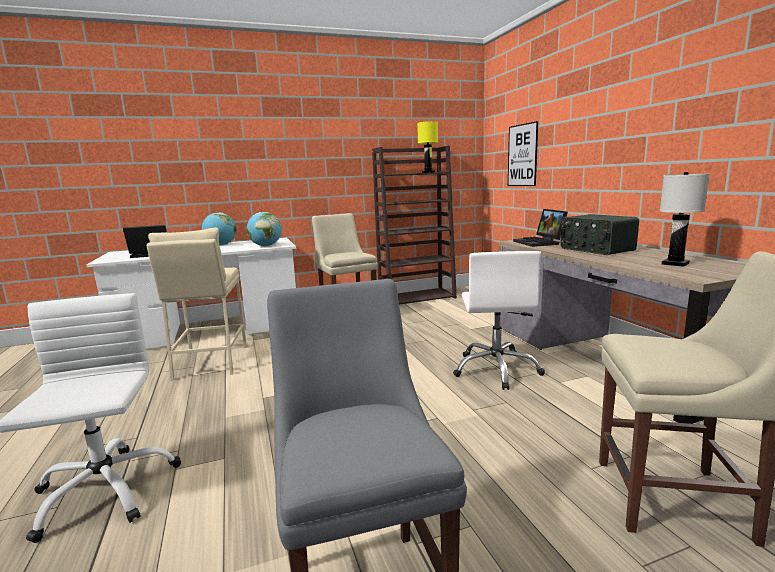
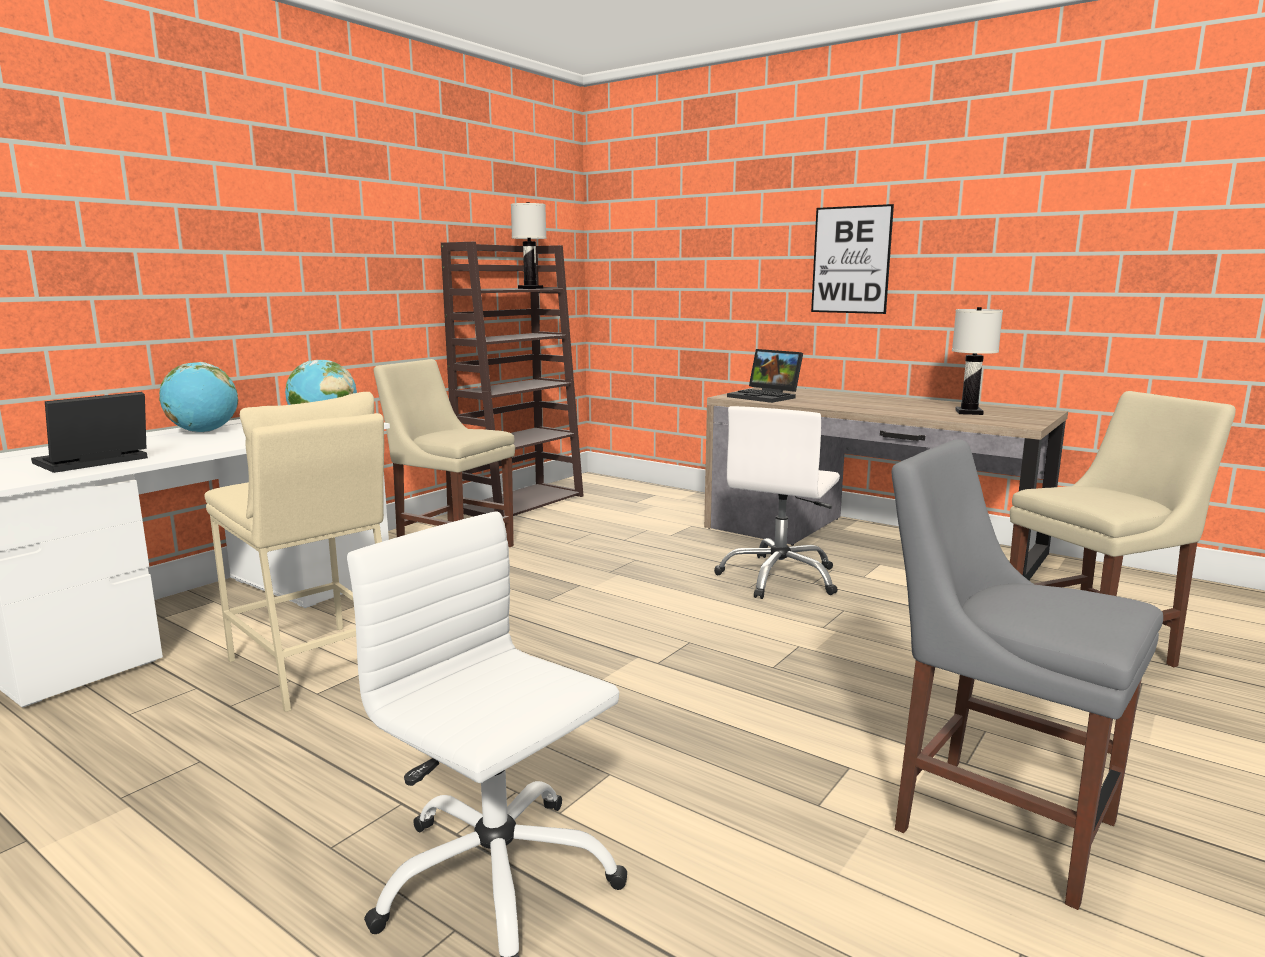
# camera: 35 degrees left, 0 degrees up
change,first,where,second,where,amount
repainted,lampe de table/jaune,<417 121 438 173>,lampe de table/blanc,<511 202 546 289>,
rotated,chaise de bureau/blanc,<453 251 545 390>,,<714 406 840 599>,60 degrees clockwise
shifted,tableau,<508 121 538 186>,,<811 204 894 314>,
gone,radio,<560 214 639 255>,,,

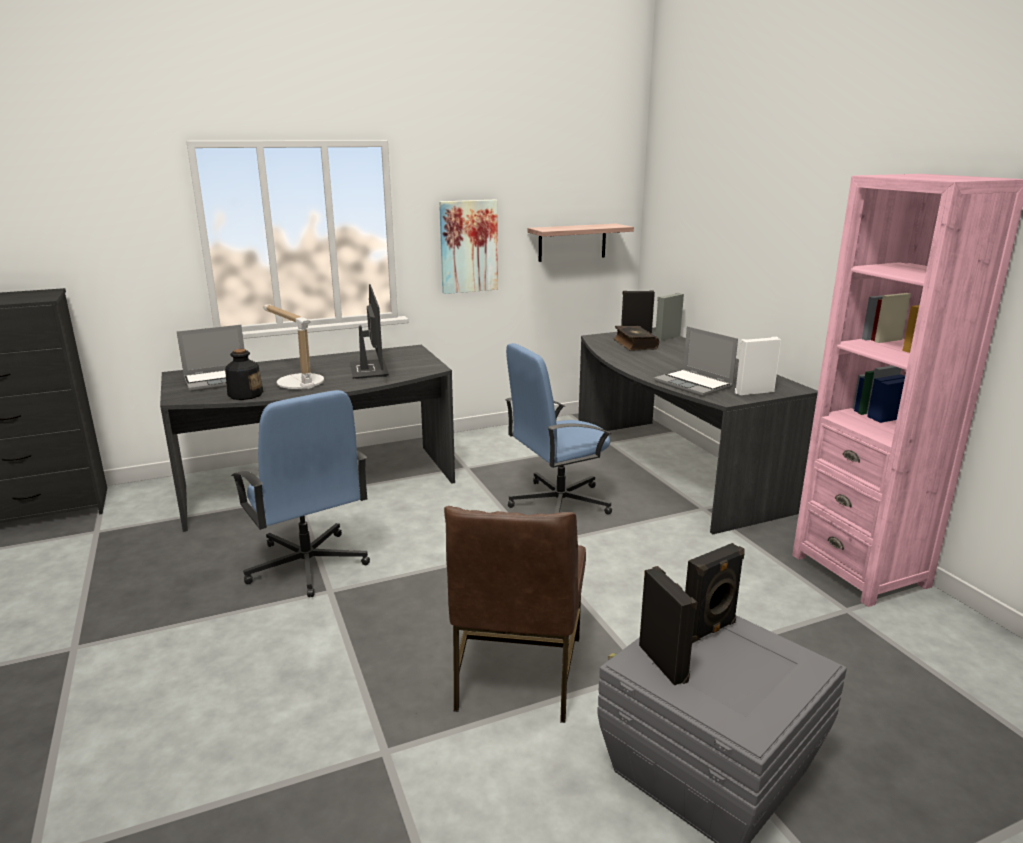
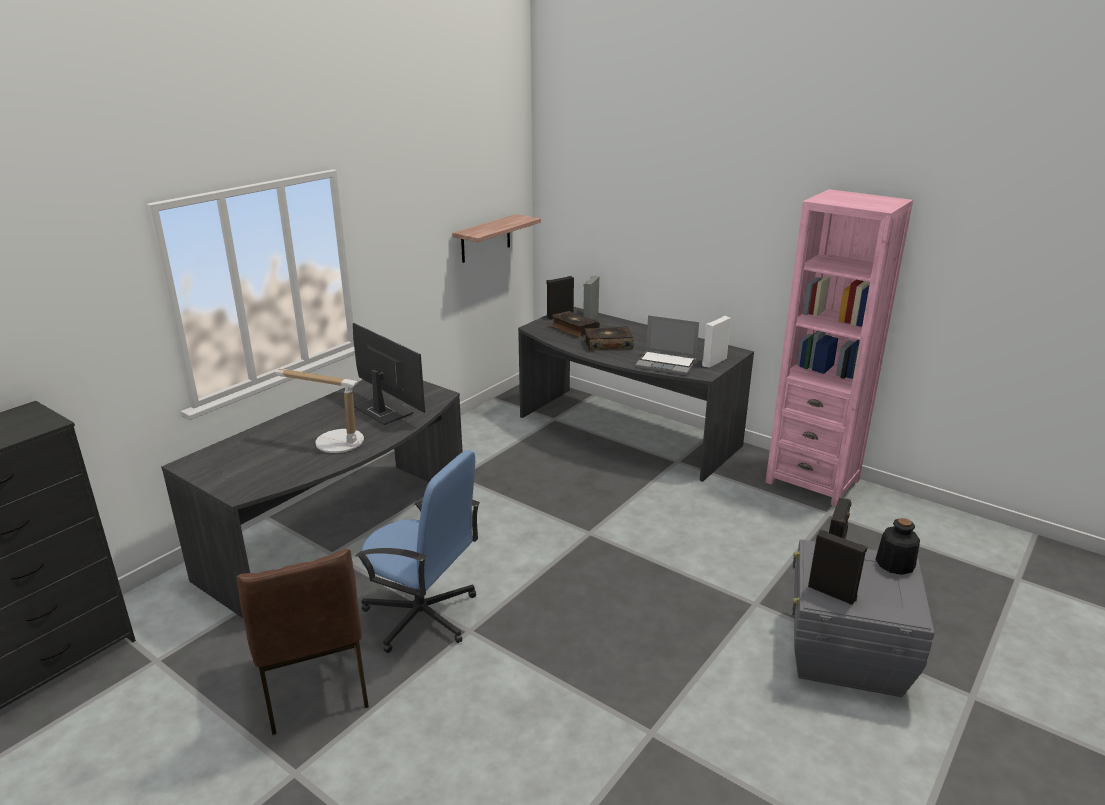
# camera: 30 degrees left, 5 degrees up
change,first,where,second,where,amount
gone,ordinateur portable,<177 325 244 392>,,,
shifted,bouteille,<225 349 263 400>,,<876 518 920 575>,
gone,tableau,<439 200 498 294>,,,
shifted,chaise/marron,<444 506 586 723>,,<237 549 369 735>,
gone,chaise de bureau/bleu,<505 343 612 515>,,,
new,,,livre,<584 326 634 350>,

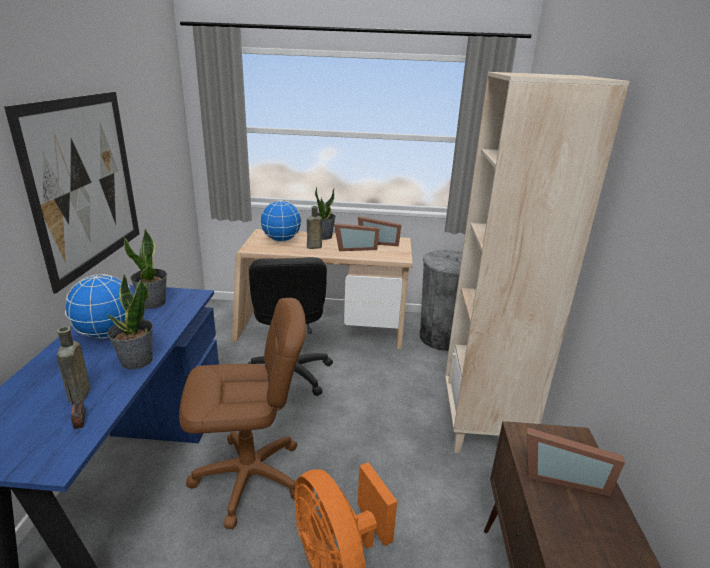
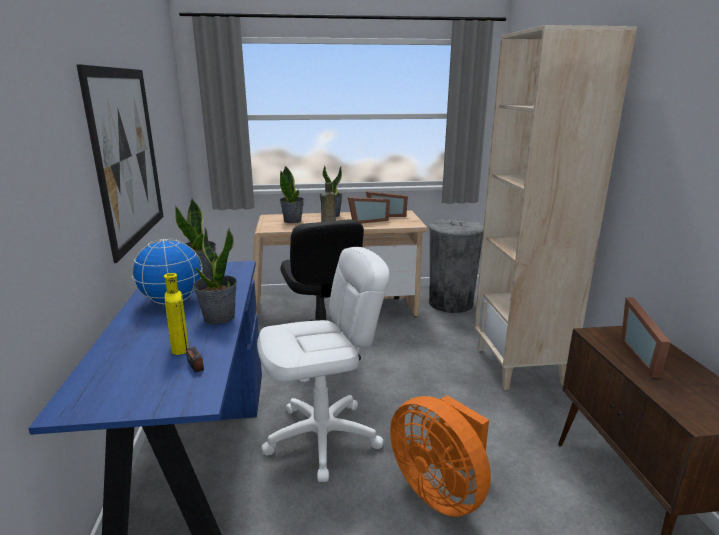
# camera: 10 degrees left, 5 degrees down
change,first,where,second,where,amount
repainted,bouteille/marron,<57 327 90 403>,bouteille/jaune,<164 273 188 355>,
repainted,chaise de bureau/marron,<179 298 306 529>,chaise de bureau/blanc,<257 247 390 482>,
swapped,globe,<260 200 302 242>,plante en pot,<280 166 304 223>,
rotated,cadre photo,<527 427 625 496>,,<621 297 671 378>,90 degrees clockwise

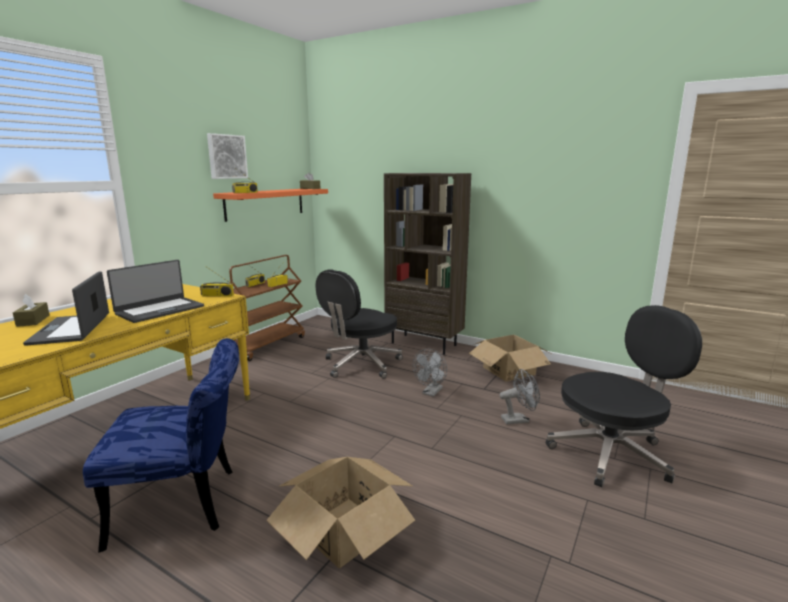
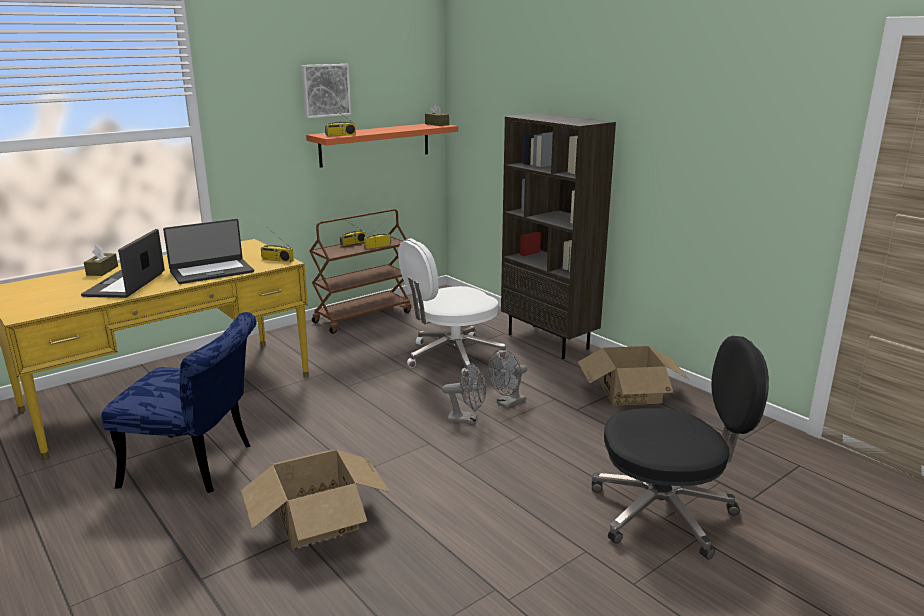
# camera: 20 degrees right, 5 degrees up
change,first,where,second,where,amount
repainted,chaise de bureau/noir,<315 269 403 379>,chaise de bureau/blanc,<398 238 506 377>,
shifted,ventilateur/gris,<499 369 540 424>,,<442 362 486 424>,

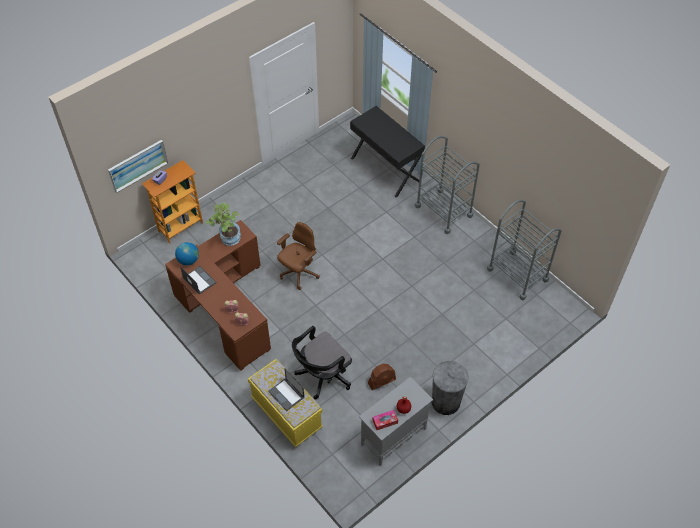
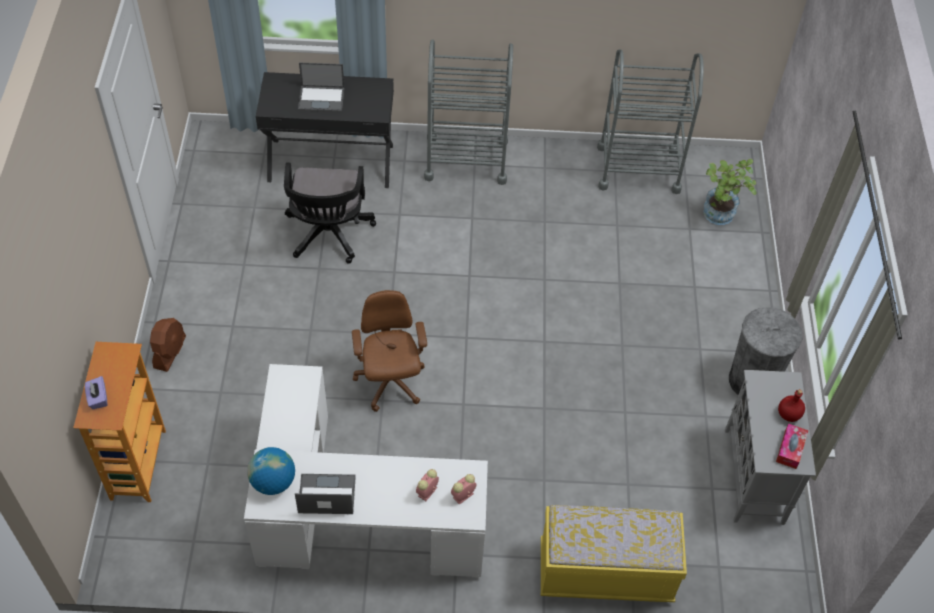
# camera: 50 degrees left, 0 degrees up
change,first,where,second,where,amount
gone,tableau,<108 140 168 193>,,,
repainted,bureau/marron,<165 220 271 370>,bureau/blanc,<244 364 488 578>,
shifted,plante en pot,<206 202 241 246>,,<703 159 757 225>,
shifted,ordinateur portable,<268 368 304 411>,,<298 63 345 112>,
shifted,chaise de bureau/noir,<292 326 352 399>,,<284 162 376 264>,
shifted,ventilateur/marron,<368 364 396 390>,,<150 318 186 372>,

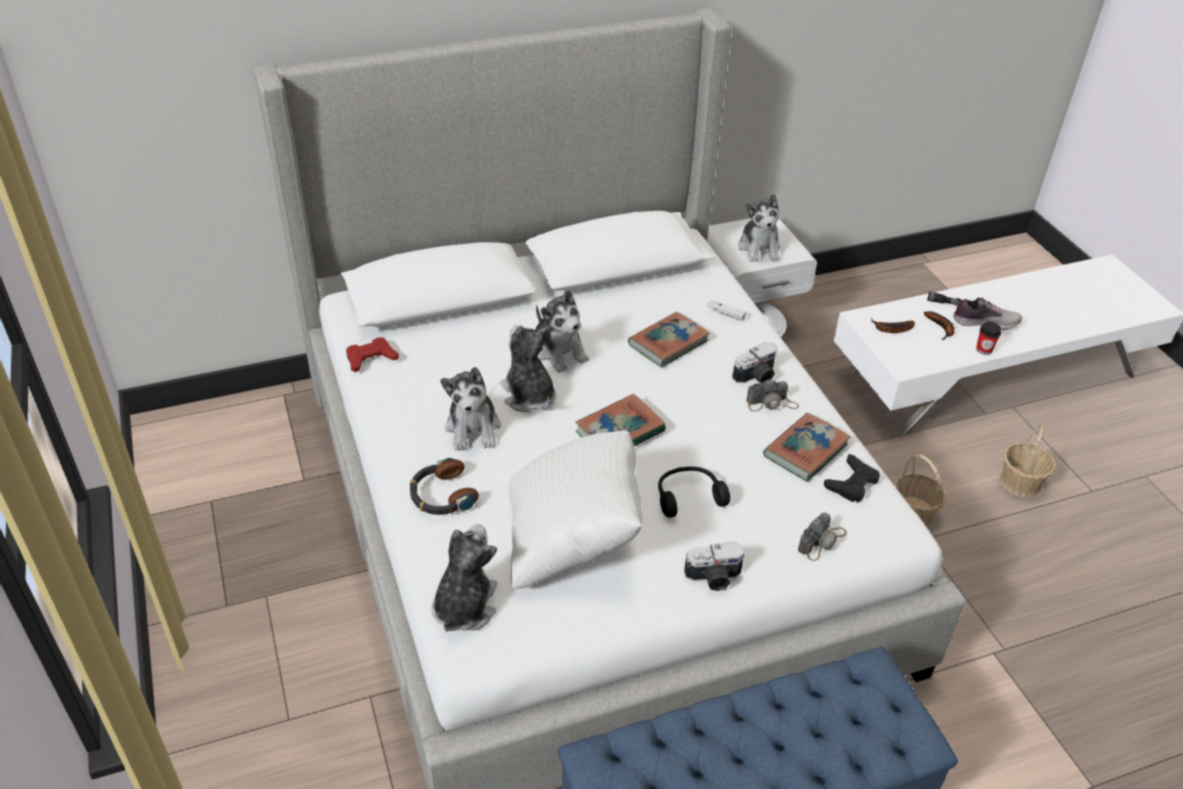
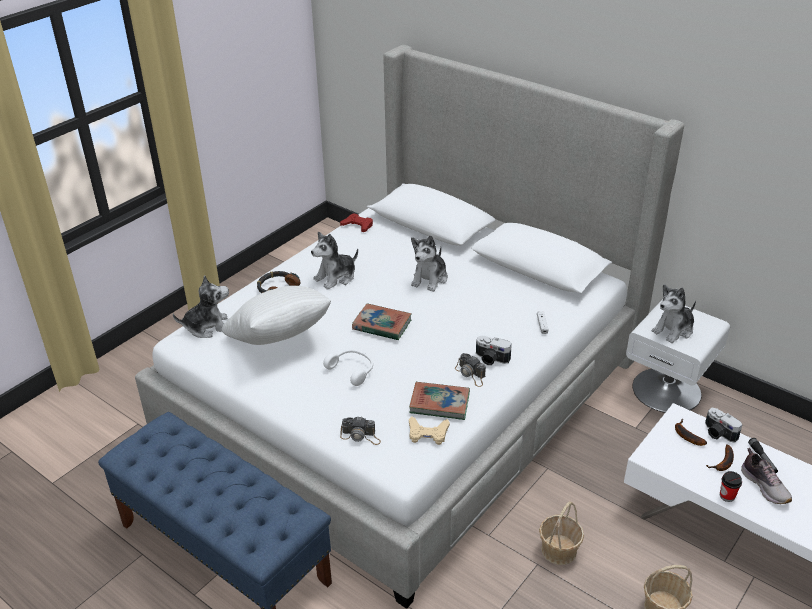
# camera: 60 degrees right, 5 degrees down
change,first,where,second,where,amount
gone,peluche,<500 325 556 412>,,,
gone,livre,<628 312 710 368>,,,
repainted,casque audio/noir,<658 467 730 518>,casque audio/blanc,<323 350 373 386>,
shifted,appareil photo,<684 542 745 591>,,<705 408 742 443>,
repainted,manette/noir,<824 454 880 503>,manette/beige,<409 416 450 445>,

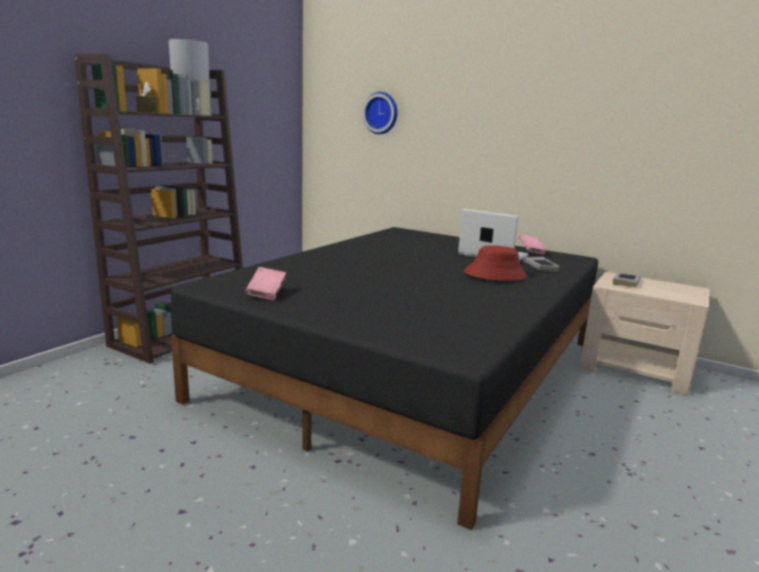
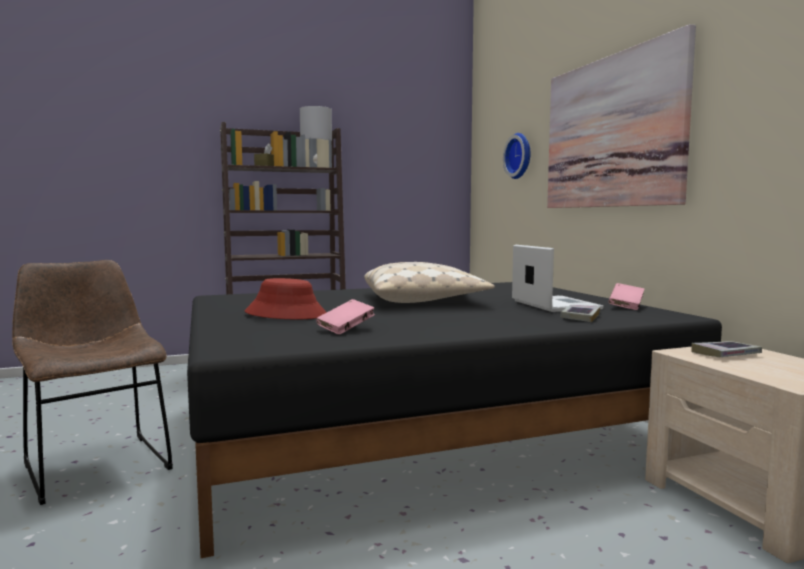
# camera: 40 degrees right, 10 degrees down
change,first,where,second,where,amount
shifted,livre/rose,<245 267 286 300>,,<316 299 375 335>,
shifted,chapeau/rouge,<464 245 528 281>,,<245 278 327 319>,
new,,,chaise/marron,<12 260 173 505>,
new,,,coussin/beige,<364 262 495 303>,
new,,,tableau,<547 24 696 208>,

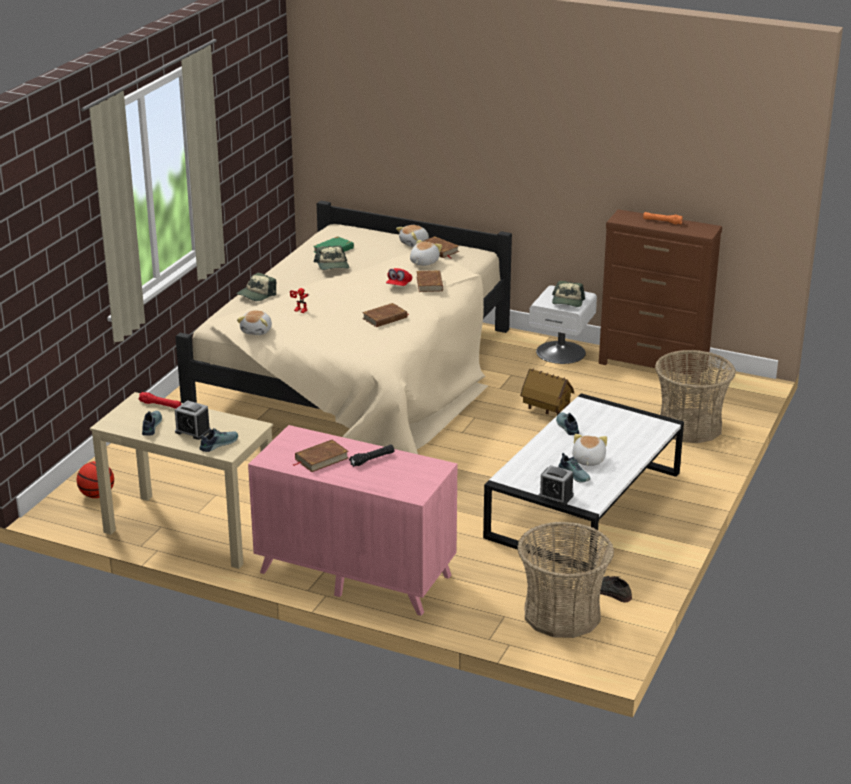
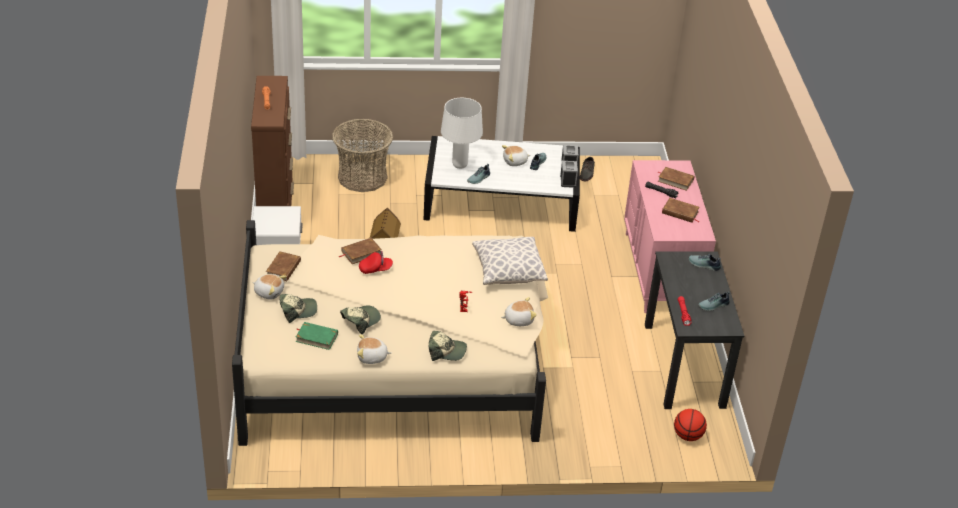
# camera: 120 degrees left, 10 degrees up
change,first,where,second,where,amount
repainted,bureau/beige,<90 392 273 569>,bureau/noir,<645 251 744 409>,
shifted,réveil,<175 400 211 440>,,<560 161 578 188>,
shifted,livre/marron,<362 303 409 327>,,<658 167 695 191>,
shifted,peluche,<410 240 442 266>,,<357 334 392 364>,
gone,panier,<517 522 614 638>,,,
shifted,casquette,<552 281 585 307>,,<280 294 317 323>,
new,,,lampe de table/blanc,<441 98 483 169>,
new,,,coussin,<472 237 548 285>,

